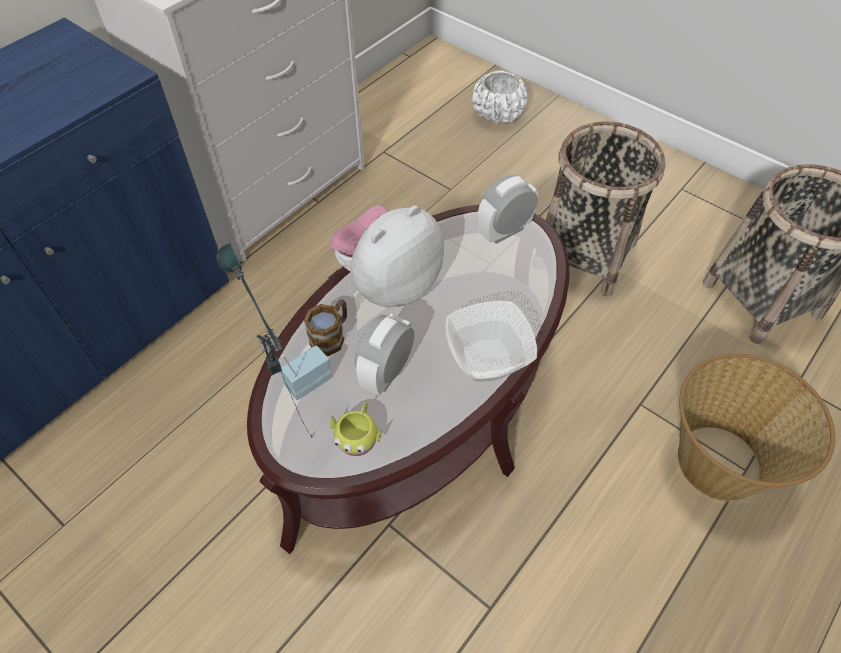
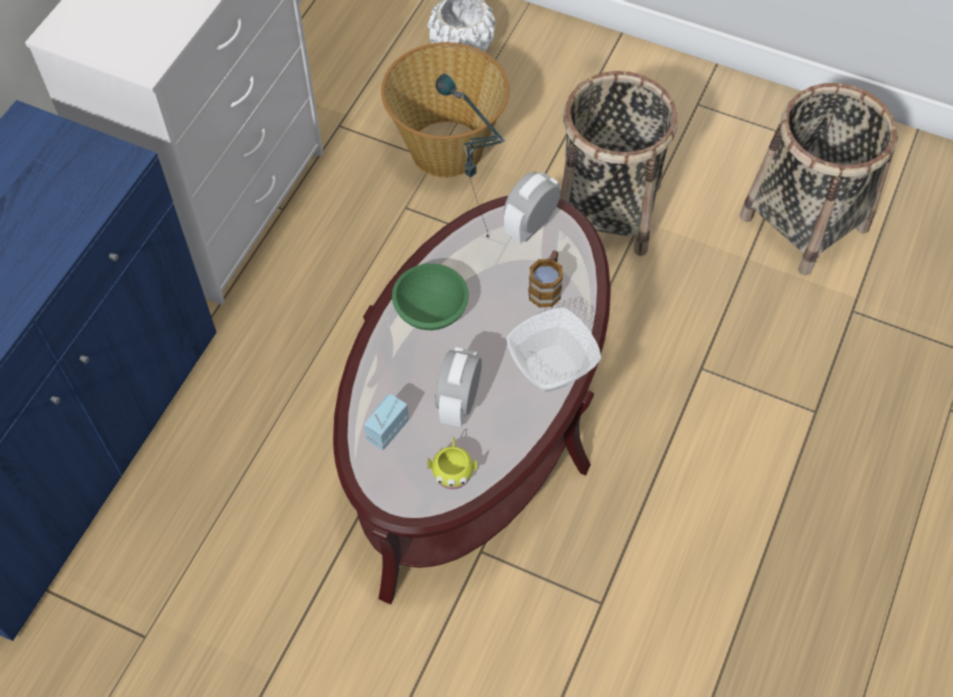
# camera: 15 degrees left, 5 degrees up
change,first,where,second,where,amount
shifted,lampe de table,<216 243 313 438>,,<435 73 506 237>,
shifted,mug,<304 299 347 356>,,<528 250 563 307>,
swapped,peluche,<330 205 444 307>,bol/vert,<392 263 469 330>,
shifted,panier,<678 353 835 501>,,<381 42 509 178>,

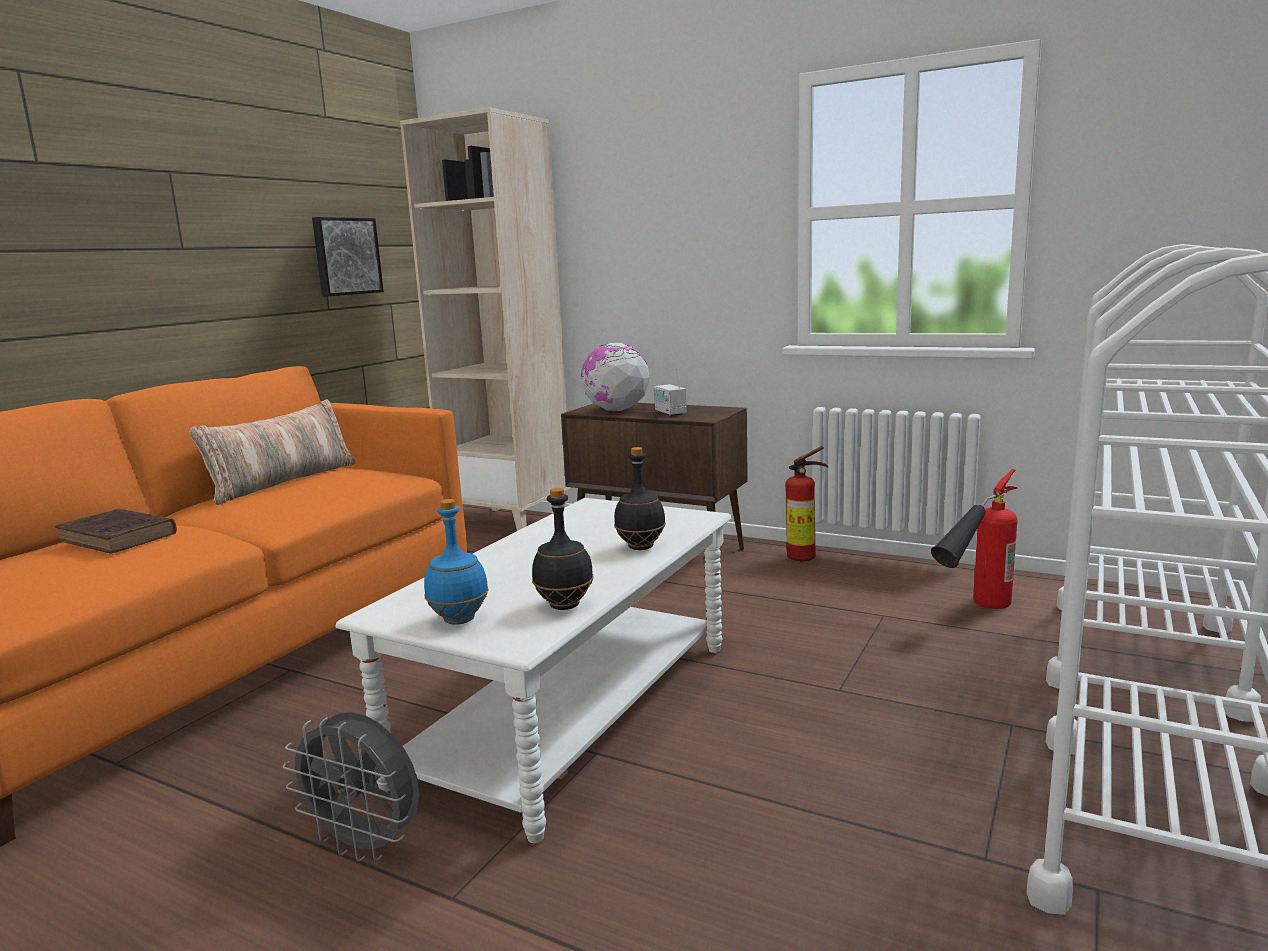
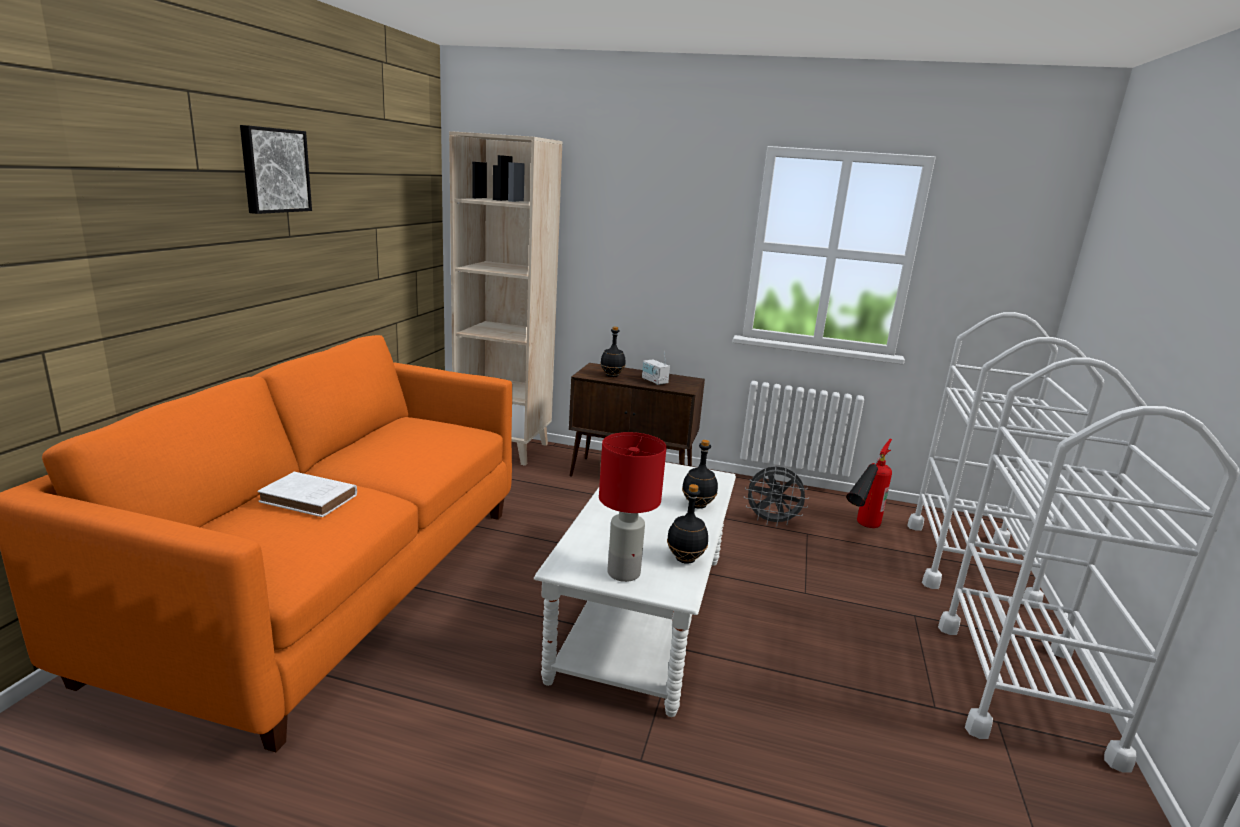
# camera: 15 degrees left, 5 degrees up
change,first,where,second,where,amount
repainted,livre/marron,<55 509 177 554>,livre/blanc,<257 472 357 517>,
gone,coussin,<189 399 356 505>,,,
shifted,ventilateur/gris,<283 712 420 862>,,<744 466 809 527>,
shifted,tableau,<312 217 384 297>,,<240 125 312 214>,
swapped,bouteille/bleu,<424 499 489 625>,lampe de table/rouge,<599 432 666 582>,
swapped,globe,<581 343 649 411>,bouteille/noir,<600 326 625 377>,
gone,extincteur,<785 446 829 561>,,,

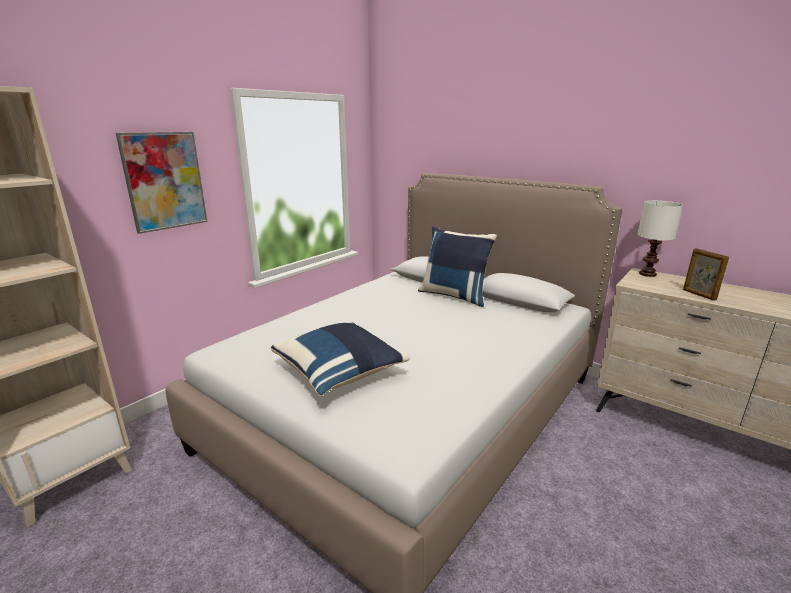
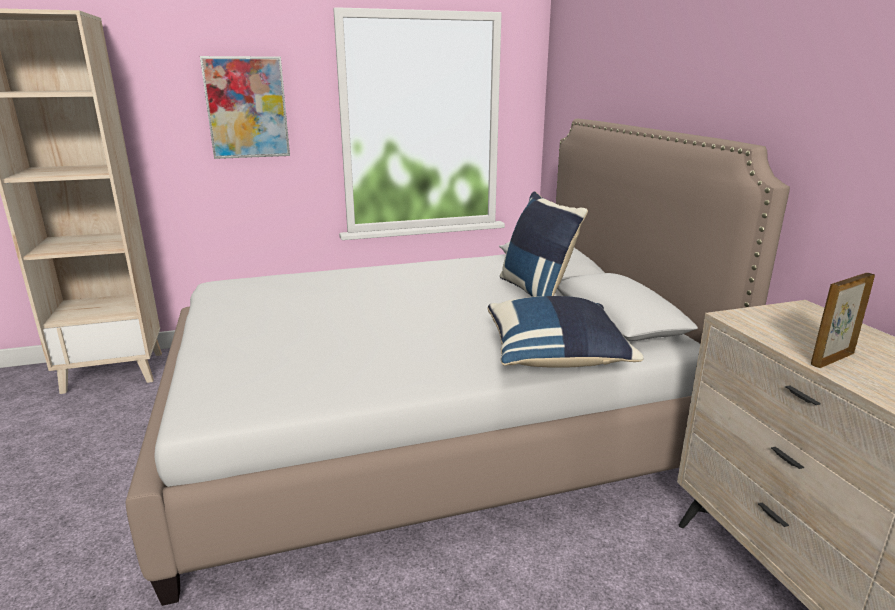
# camera: 35 degrees right, 0 degrees up
change,first,where,second,where,amount
shifted,coussin/bleu,<271 323 410 396>,,<487 296 644 368>,
gone,lampe de table/blanc,<637 201 683 277>,,,
rotated,cadre photo,<683 249 729 301>,,<811 273 875 368>,45 degrees clockwise

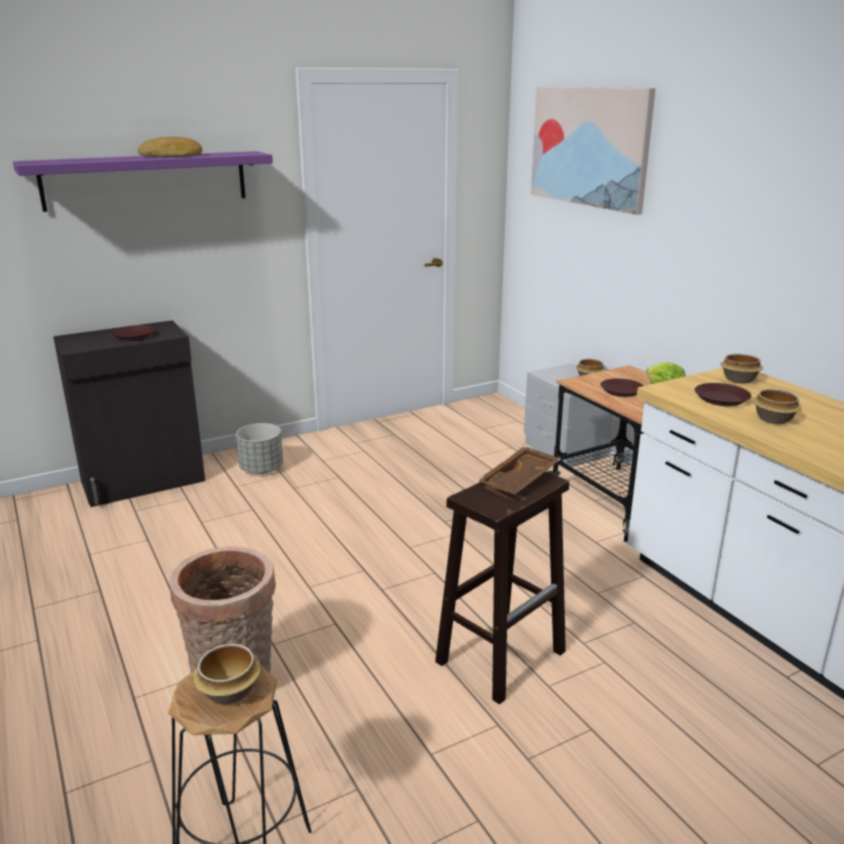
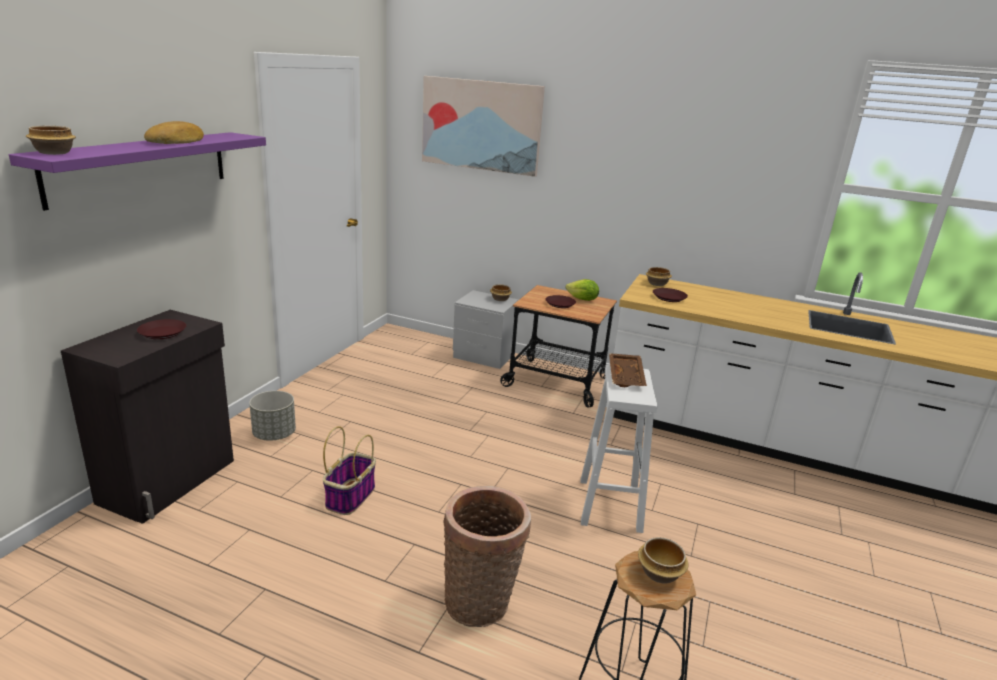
# camera: 40 degrees left, 0 degrees up
change,first,where,second,where,amount
repainted,tabouret/marron,<435 472 569 704>,tabouret/blanc,<581 365 657 533>,
shifted,bol,<753 389 801 424>,,<26 126 76 155>,
new,,,panier,<323 426 376 515>,

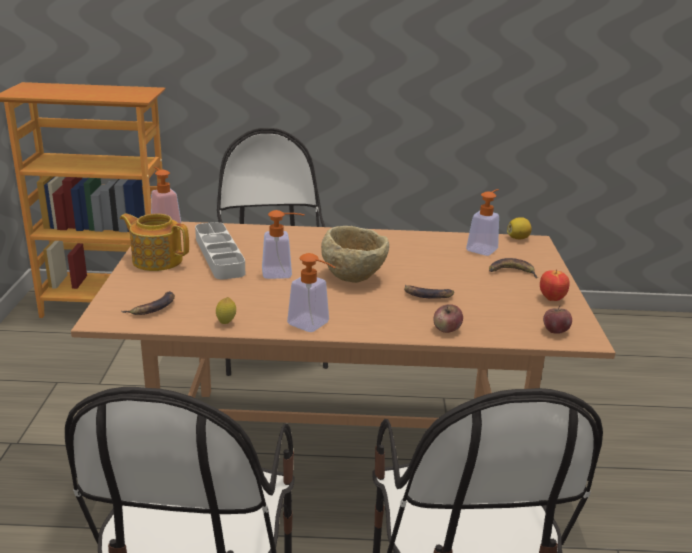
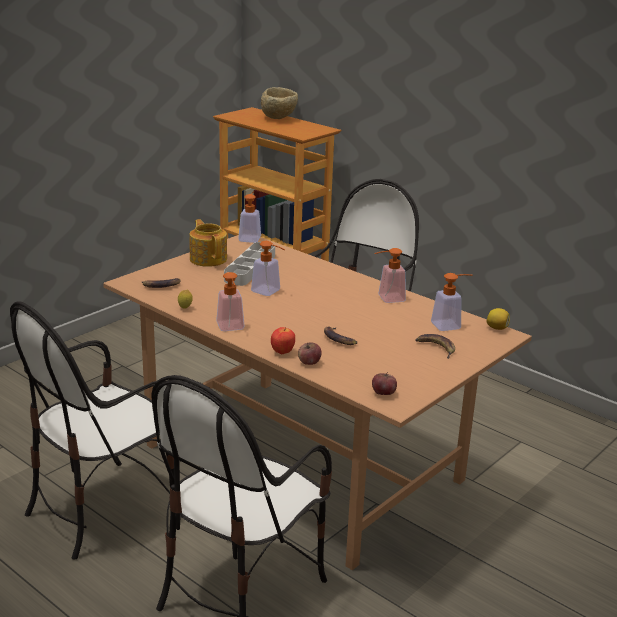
# camera: 40 degrees right, 0 degrees up
change,first,where,second,where,amount
shifted,bol/beige,<321 226 389 283>,,<261 87 298 119>,
shifted,pomme,<540 269 570 301>,,<271 327 295 354>,
new,,,distributeur de savon,<374 248 406 303>,

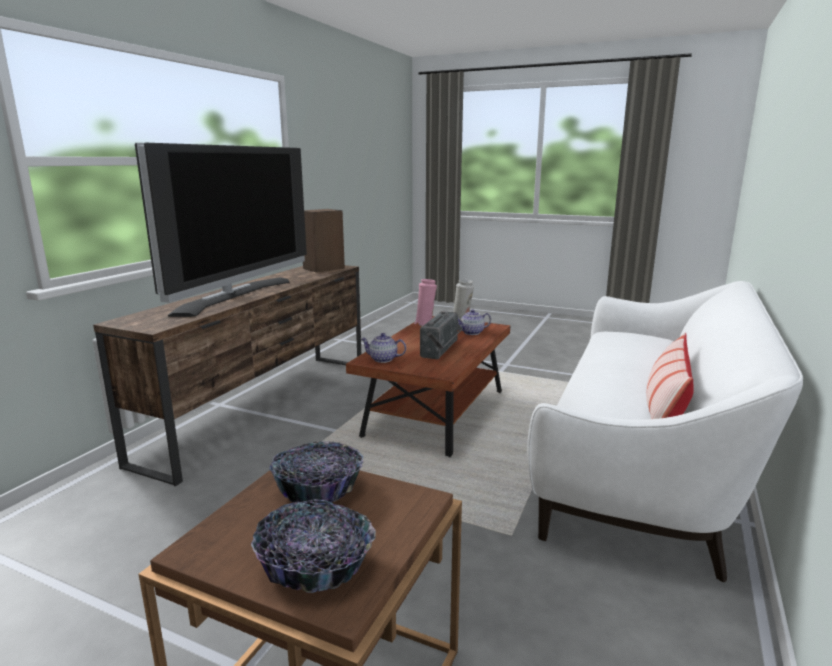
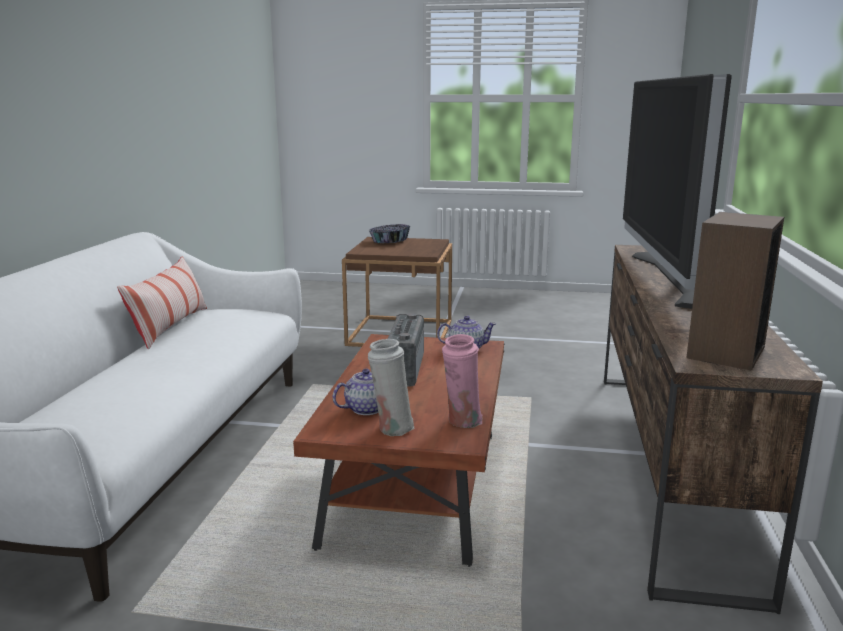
# camera: 165 degrees right, 0 degrees up
change,first,where,second,where,amount
gone,bol,<269 441 364 503>,,,

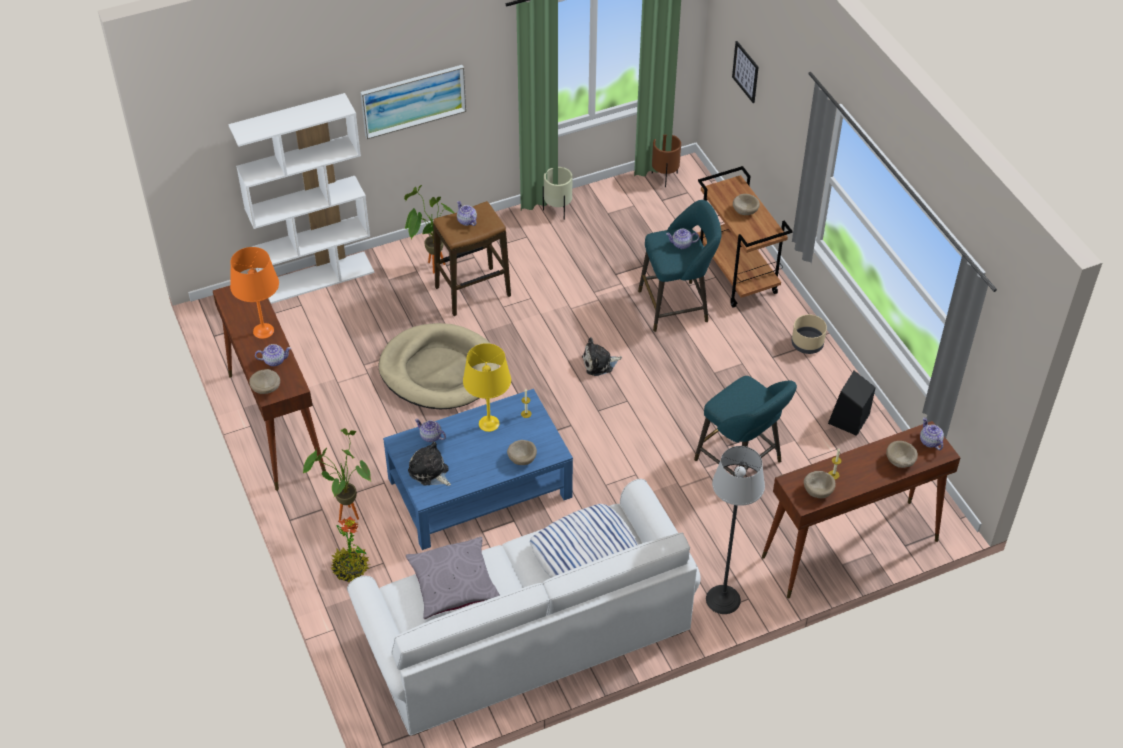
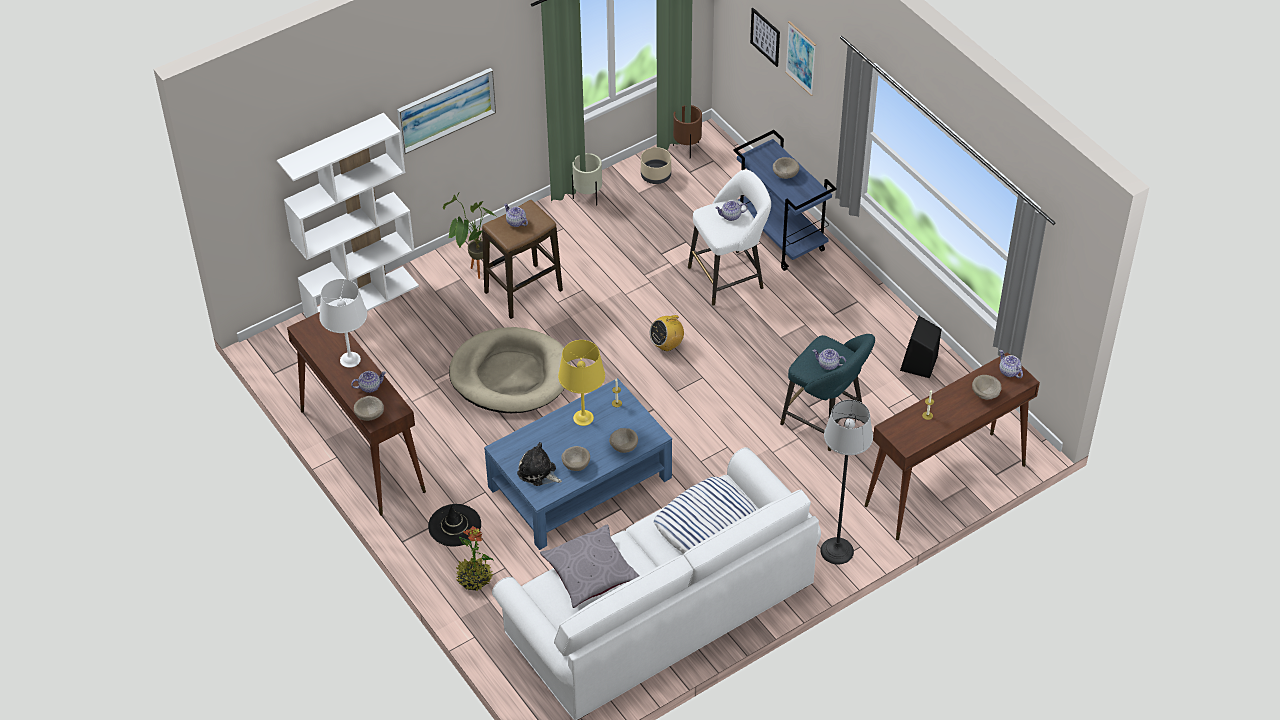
# camera: 10 degrees left, 0 degrees up
change,first,where,second,where,amount
repainted,lampe de table/orange,<230 247 279 339>,lampe de table/blanc,<319 279 367 368>,
swapped,plante en pot,<303 428 371 520>,chapeau/noir,<428 504 481 547>,
shifted,théière,<415 419 446 442>,,<812 349 846 370>,
swapped,peluche,<582 337 622 376>,radio,<650 310 684 351>,
repainted,tabouret/turquoise,<638 200 721 332>,tabouret/blanc,<688 170 771 306>,
repainted,chariot/marron,<697 166 793 308>,chariot/bleu,<733 130 837 271>,
shifted,cache-pot/beige,<792 314 827 354>,,<641 147 671 184>,
shifted,bol/beige,<804 471 836 498>,,<561 446 590 471>,
new,,,tableau,<785 21 816 96>,

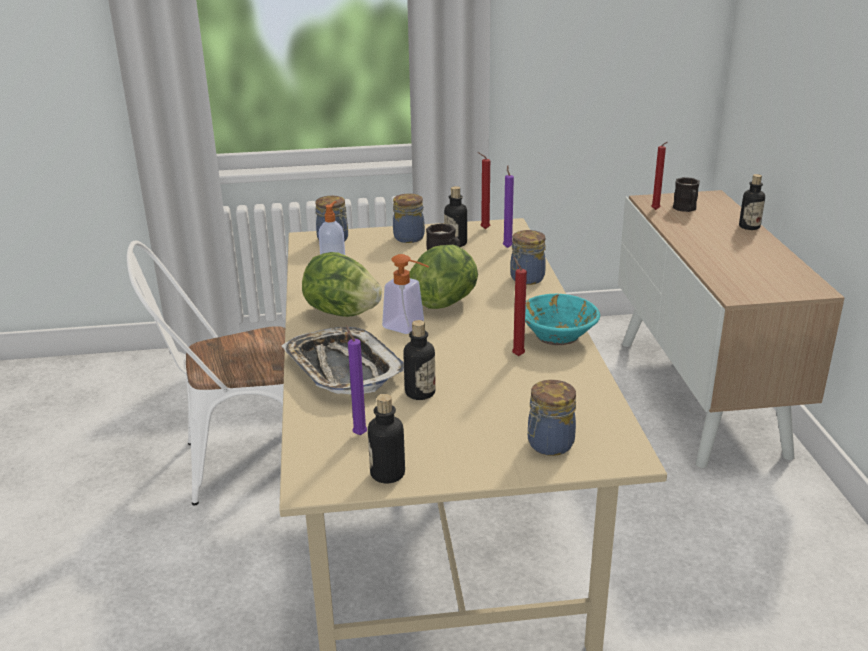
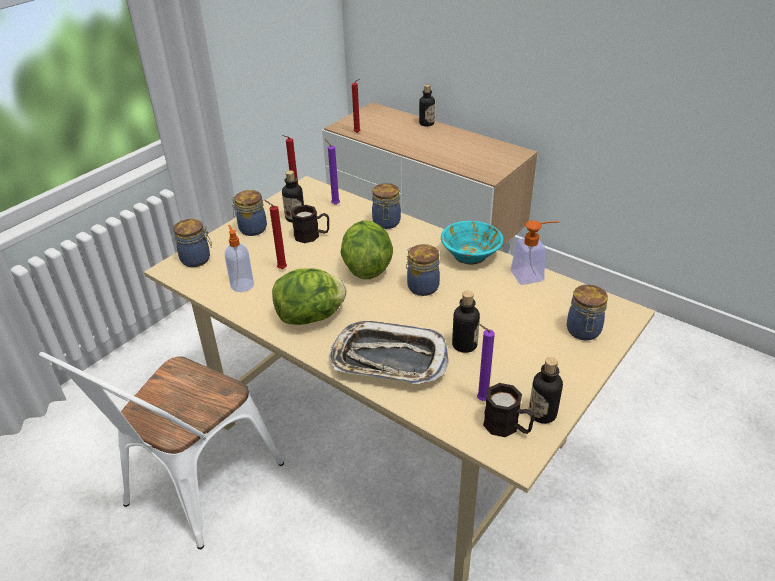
# camera: 45 degrees left, 10 degrees up
change,first,where,second,where,amount
shifted,distributeur de savon,<382 254 429 334>,,<511 220 559 285>,
shifted,bougie/rouge,<512 257 527 356>,,<264 200 287 269>,
shifted,mug/noir,<673 177 700 212>,,<483 383 535 437>,
new,,,bocal,<406 244 440 296>,

